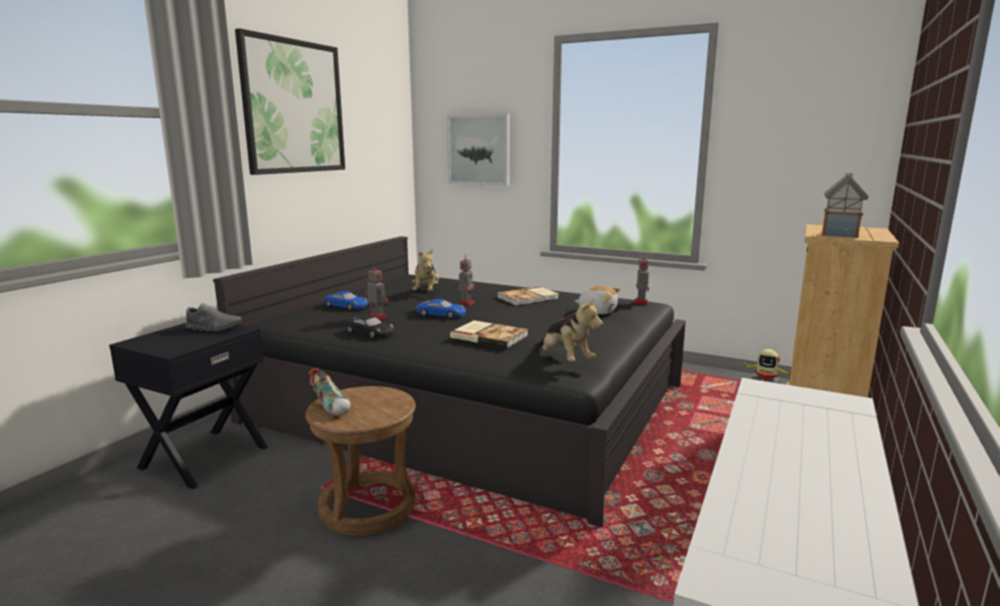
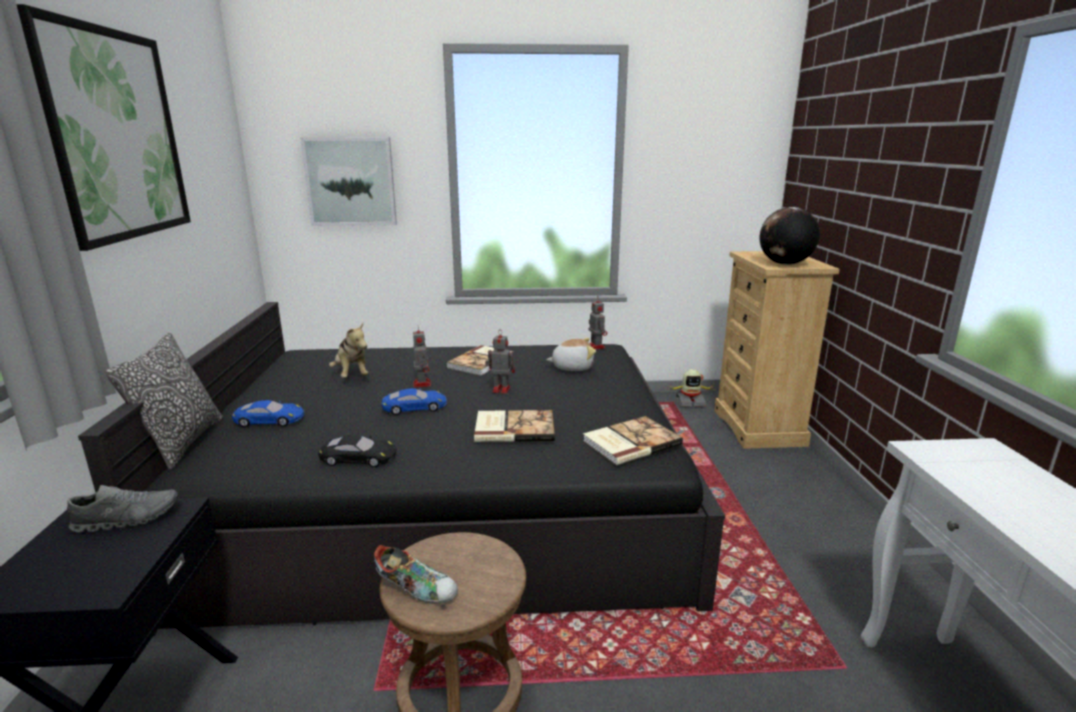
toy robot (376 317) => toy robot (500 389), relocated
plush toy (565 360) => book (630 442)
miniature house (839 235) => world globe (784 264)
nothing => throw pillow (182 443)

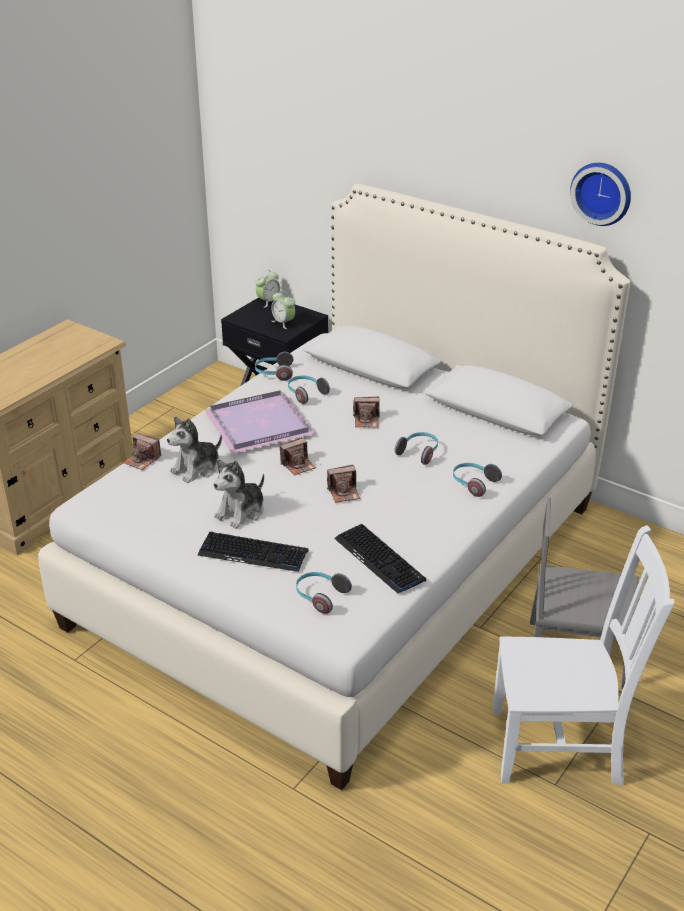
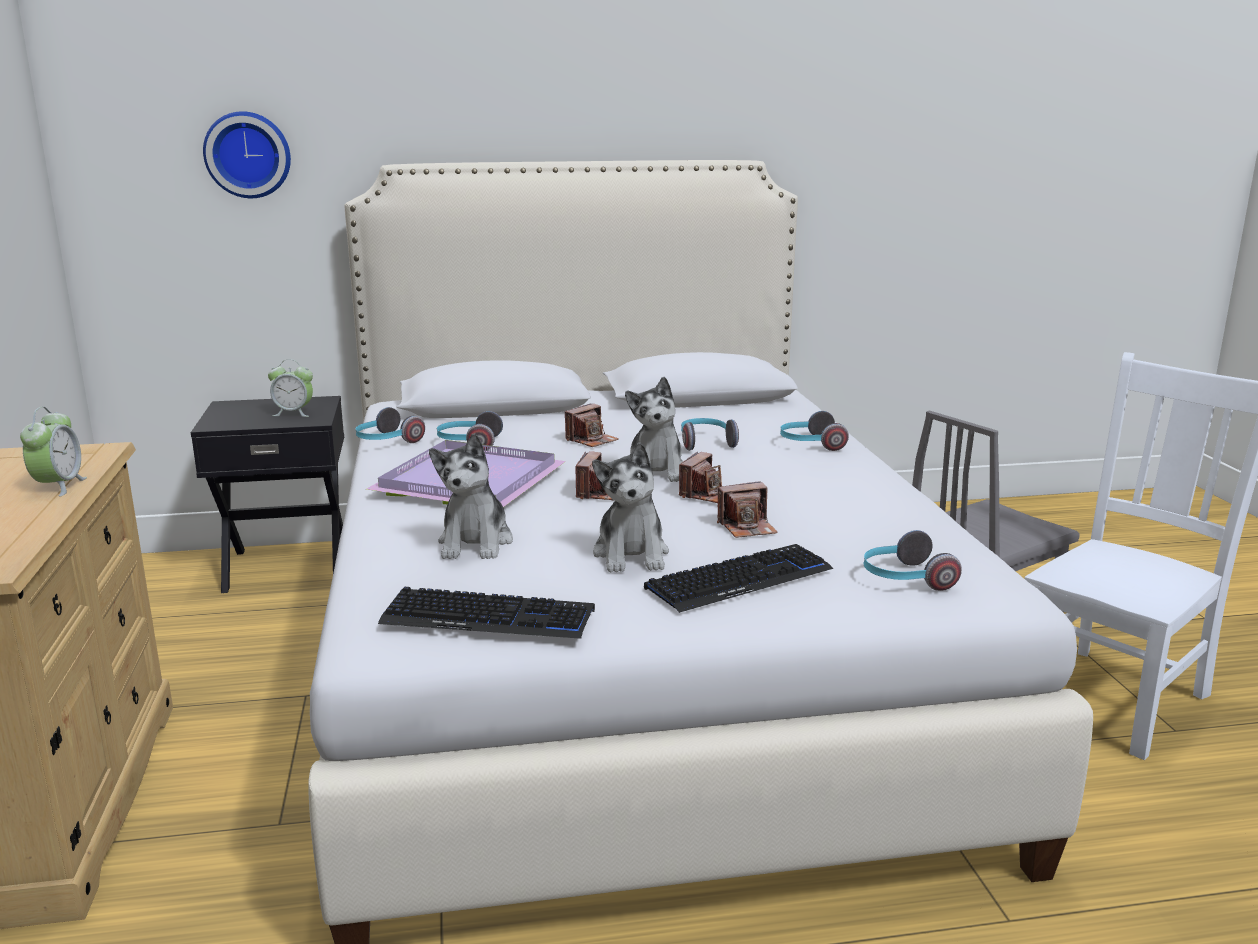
still camera (142 460) => still camera (747 527), relocated
alarm clock (268 302) => alarm clock (58 486), relocated
PC keyboard (379 559) => PC keyboard (488 617), relocated
wall clock (602 192) => wall clock (248 155), relocated
nothing => plush toy (656 471)

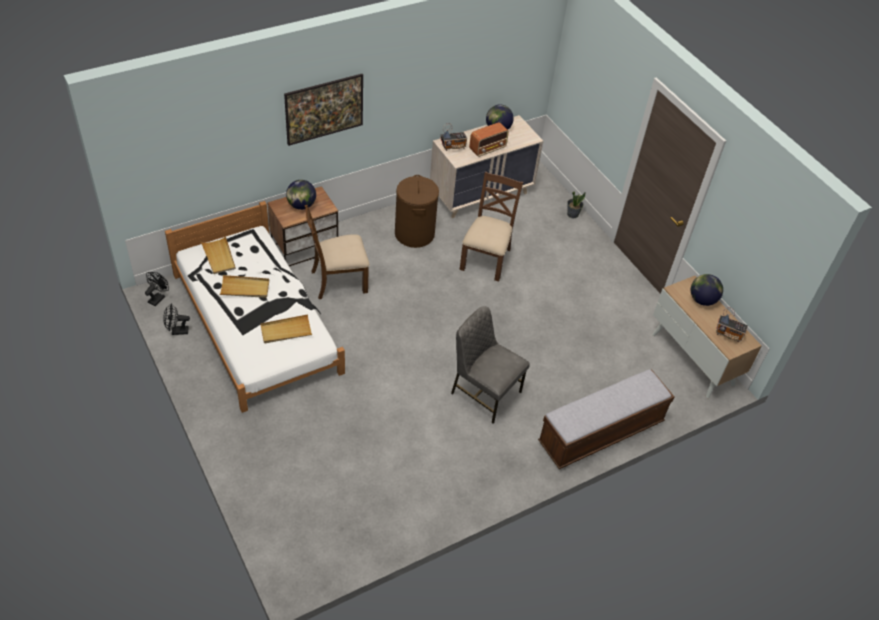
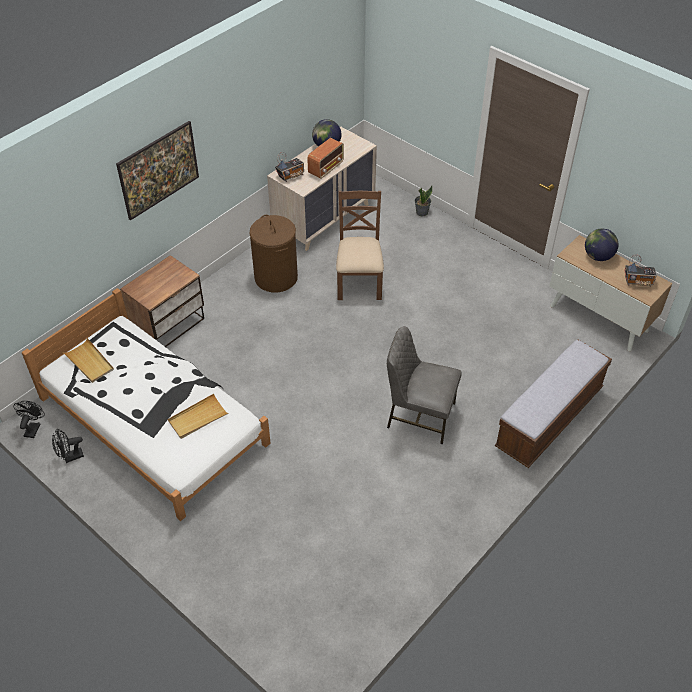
beige serving tray (245 288) => nothing
world globe (301 205) => nothing
brown upright chair (338 281) => nothing

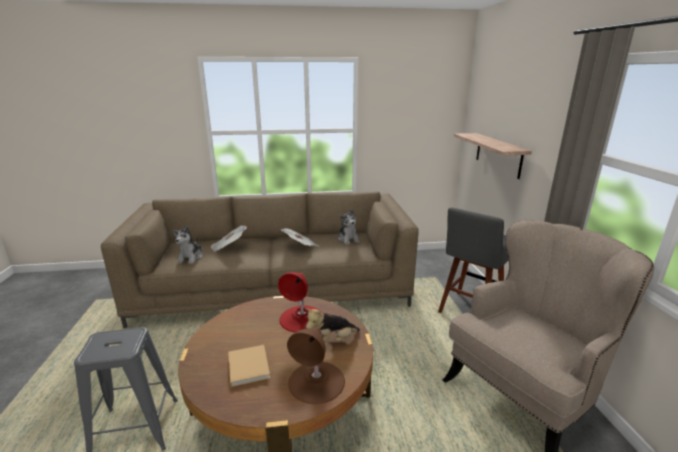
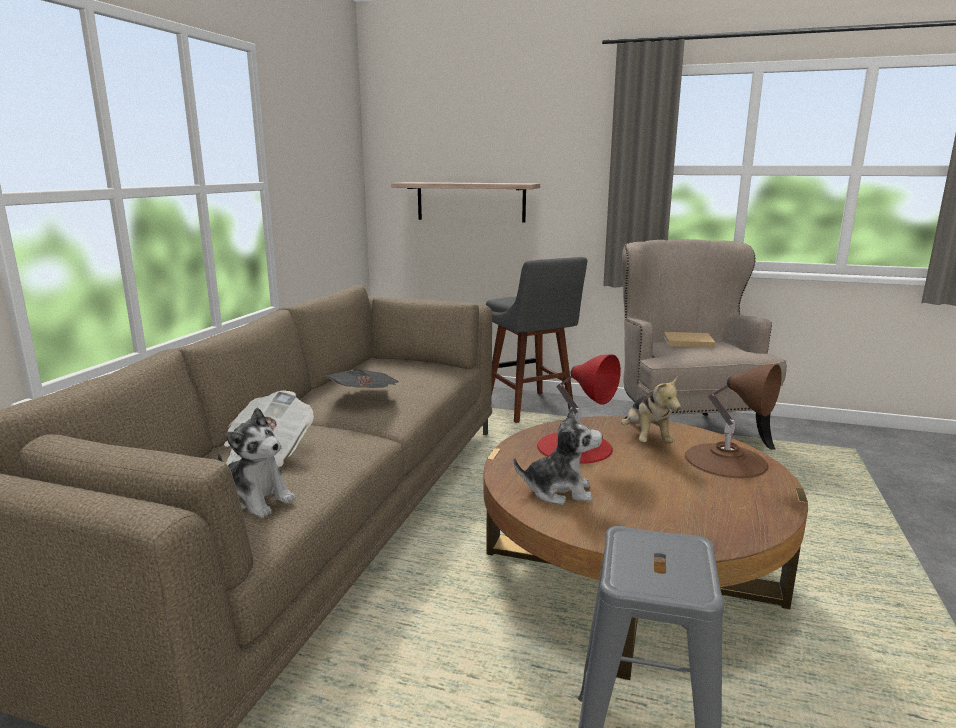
beige book (248 365) => beige book (686 342), relocated
plush toy (348 239) => plush toy (559 491), relocated

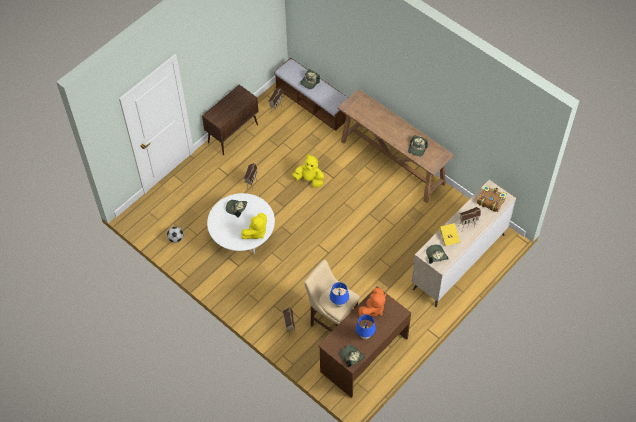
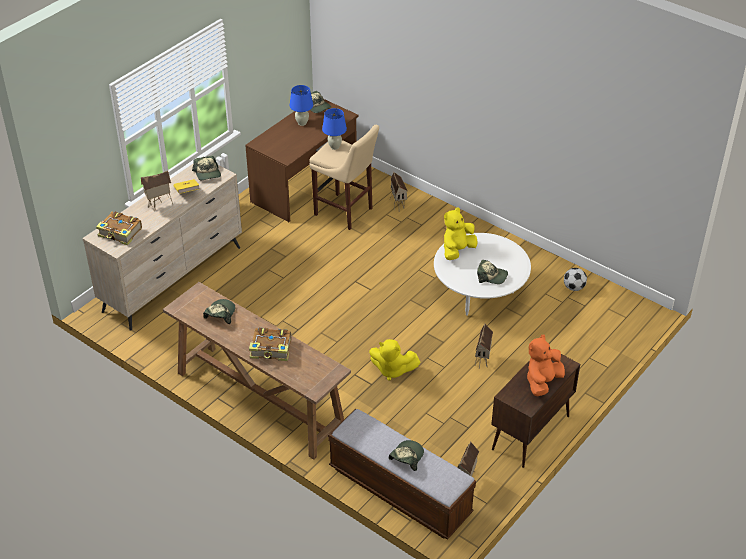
orange-coloured plush toy (373 309) => orange-coloured plush toy (542 382), relocated
nothing => book (271 349)

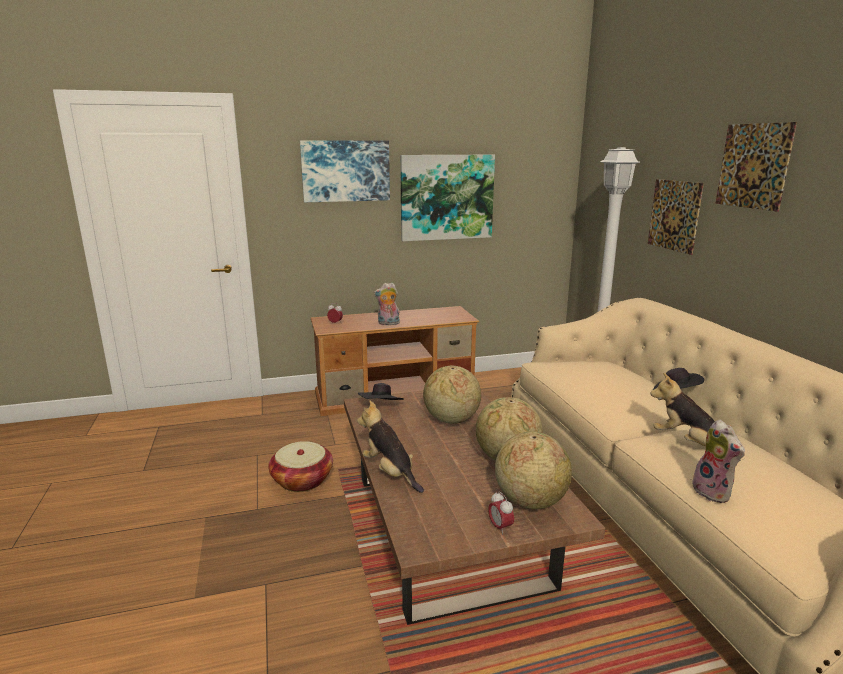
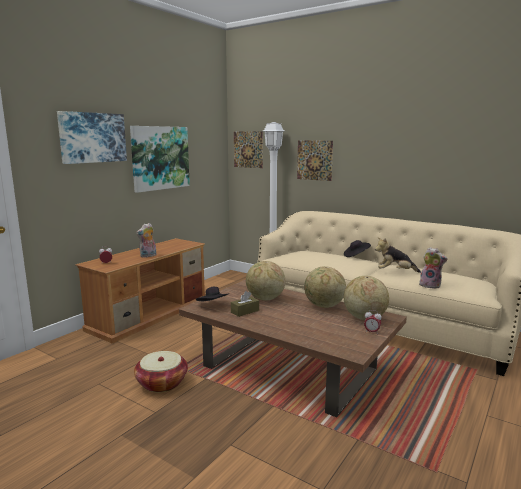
plush toy (390 472) => nothing
wall art (753 166) => wall art (248 149), relocated
nothing => brown box of tissues (245 311)

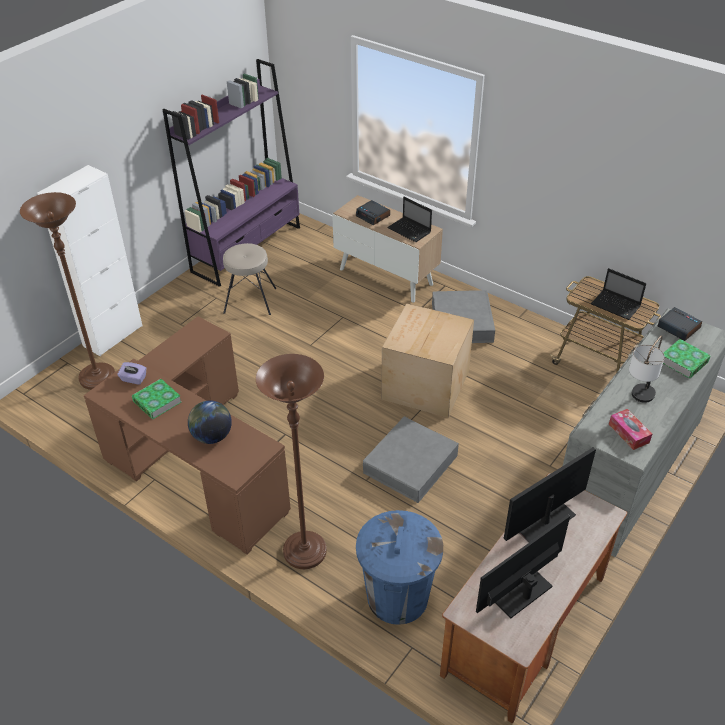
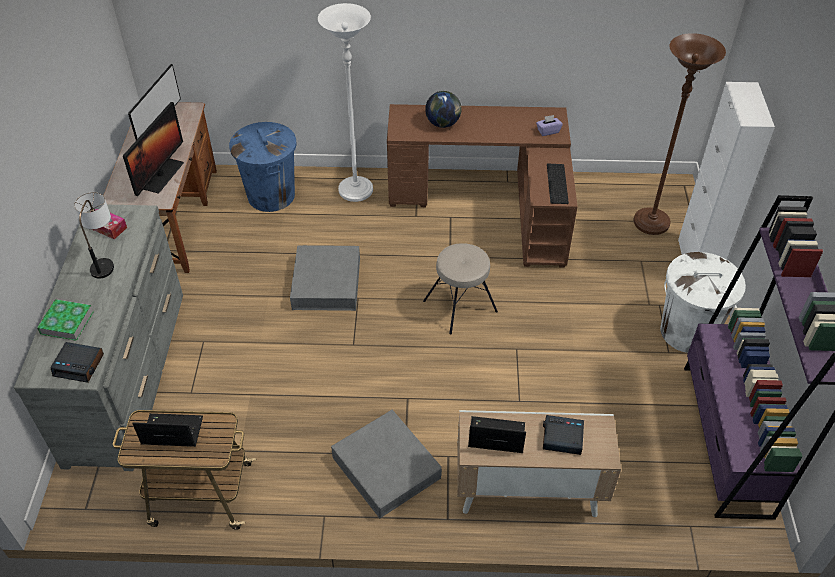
book (157 402) => nothing
beige stool seat (250 300) => beige stool seat (460 306), relocated
brown standard lamp (304 552) => whitish standard lamp (356 191)
packing box (424 385) => nothing
nothing => PC keyboard (556 183)
nothing => whitish trash can (687 332)

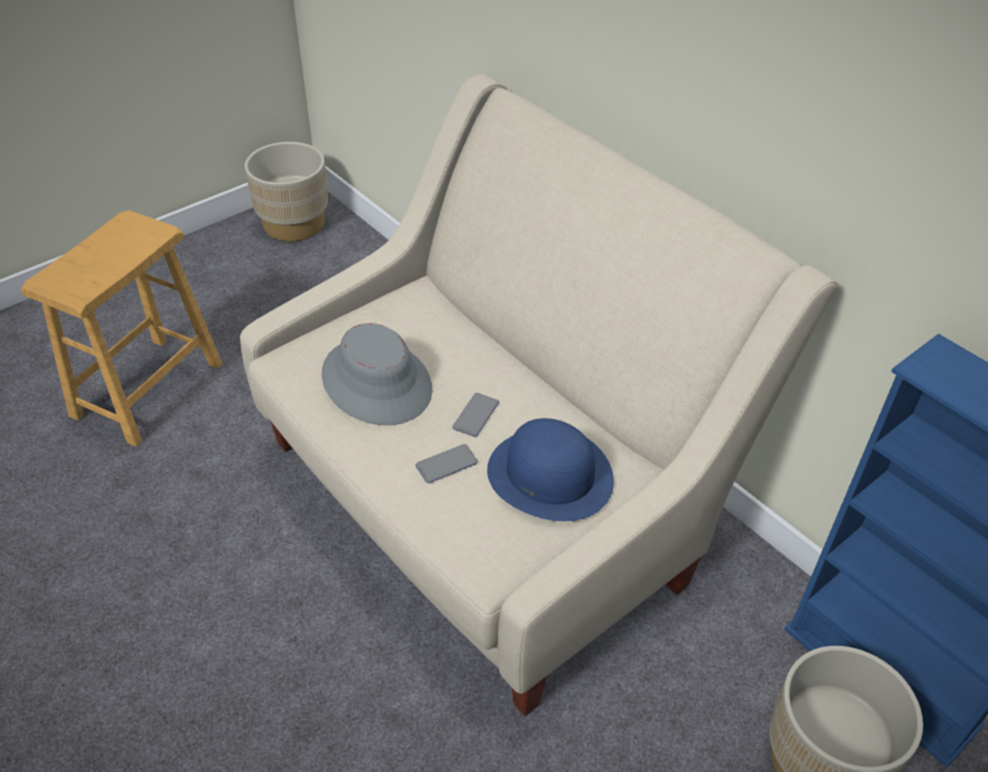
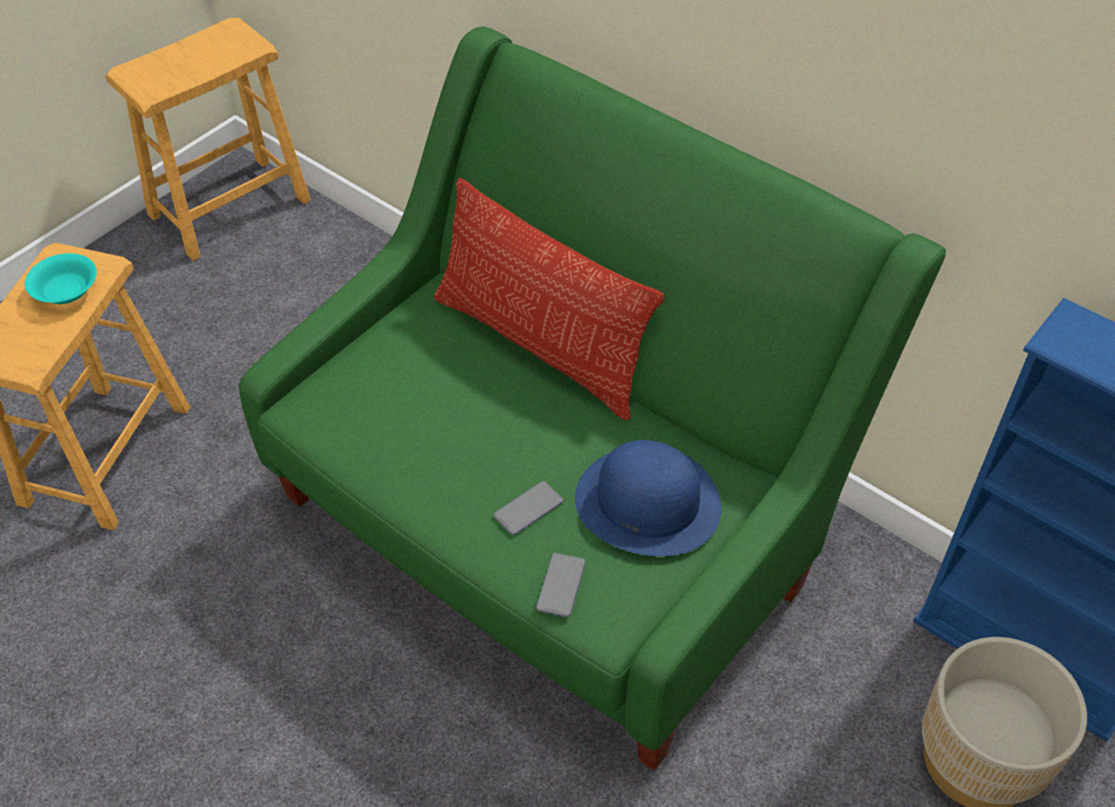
beige settee (493 496) => green-coloured settee (558 521)
beige flower pot (294 224) => brown stool seat (229 207)
greyish wearable hat (377 382) => nothing
telephone (475 415) => telephone (561 585), relocated
nothing => blue-green bowl (67 290)
nothing => throw pillow (540 346)

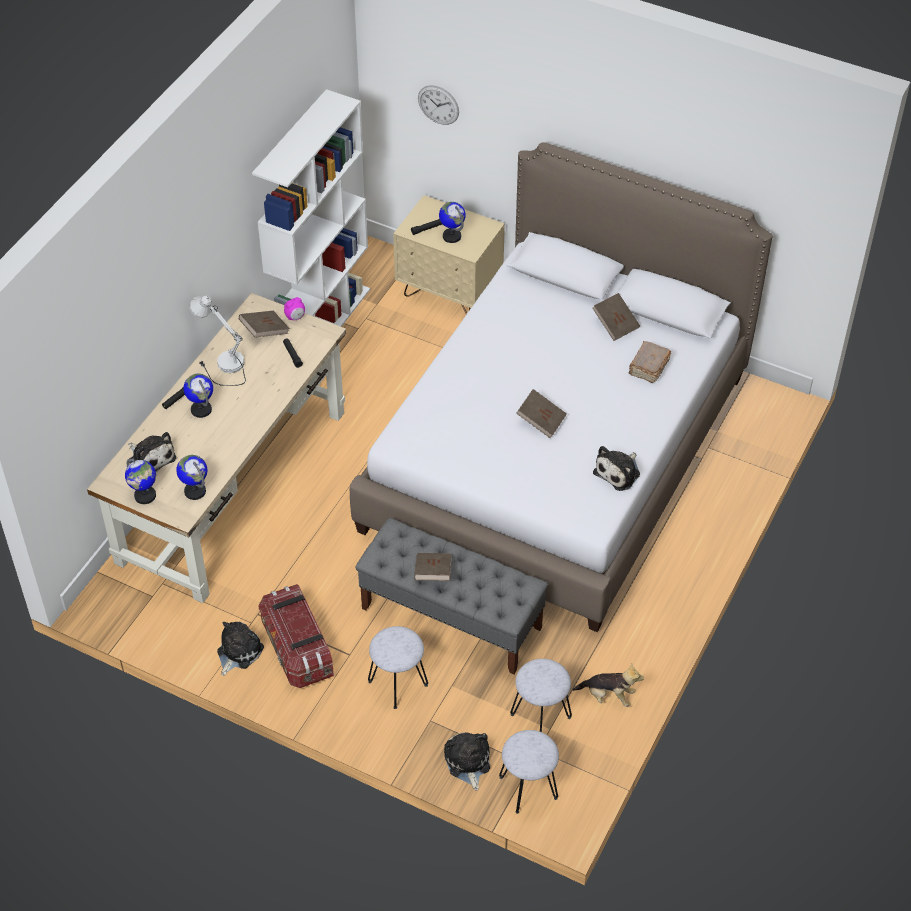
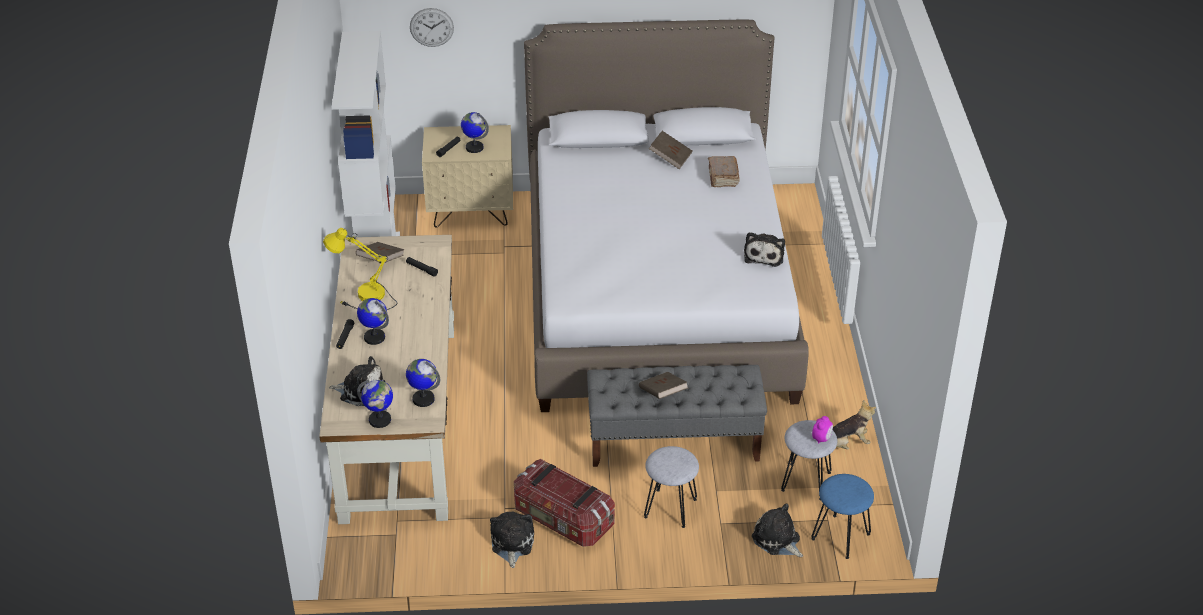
whitish table lamp (222 366) => yellow-coloured table lamp (364 299)
alarm clock (295 317) => alarm clock (821 438), relocated
greyish stool seat (527 787) => bluish stool seat (840 536)
brown book (541 420) => nothing

